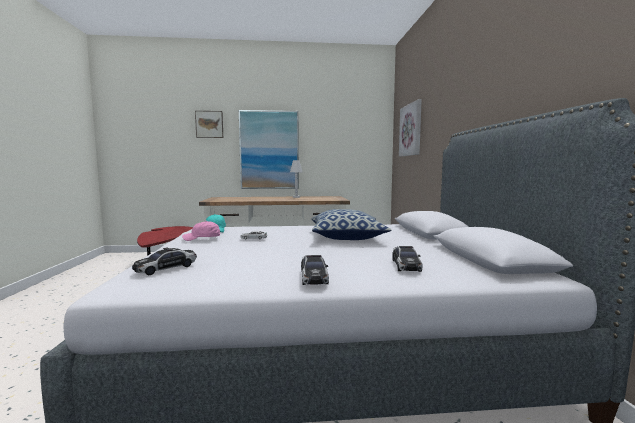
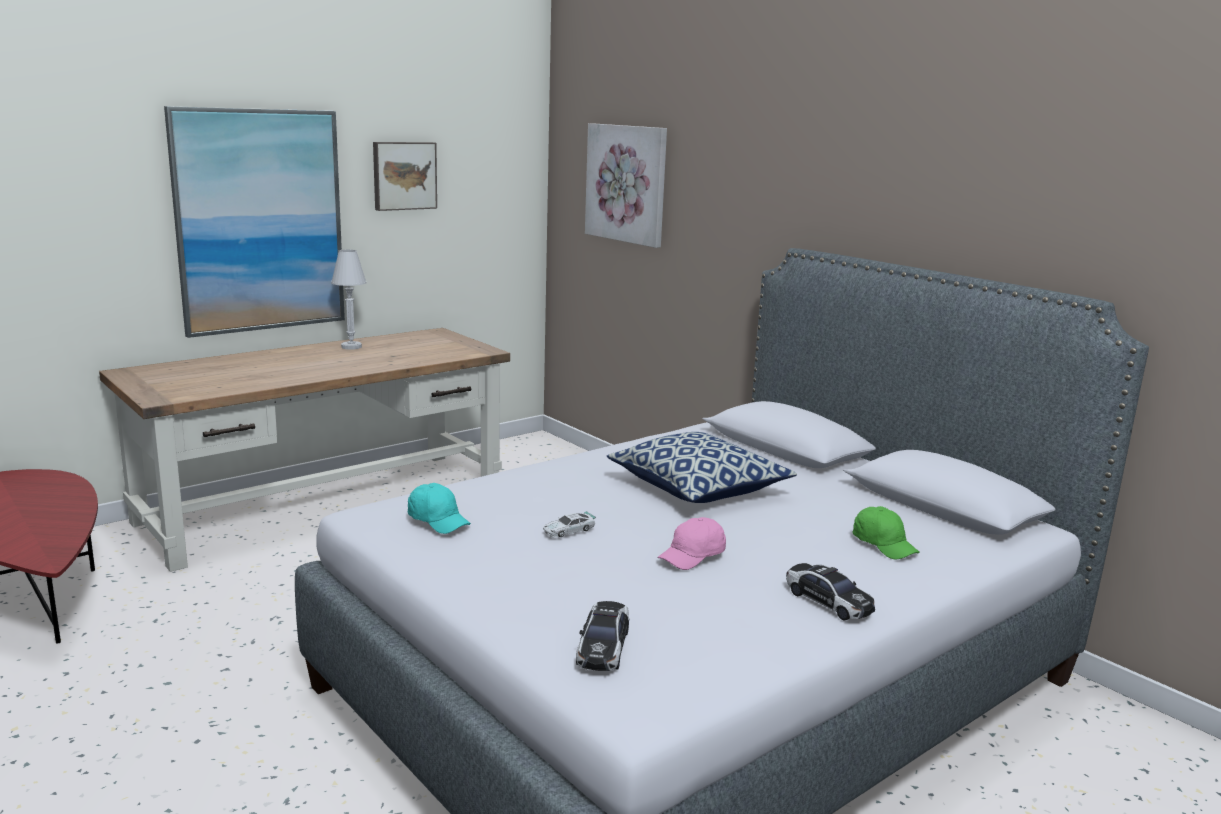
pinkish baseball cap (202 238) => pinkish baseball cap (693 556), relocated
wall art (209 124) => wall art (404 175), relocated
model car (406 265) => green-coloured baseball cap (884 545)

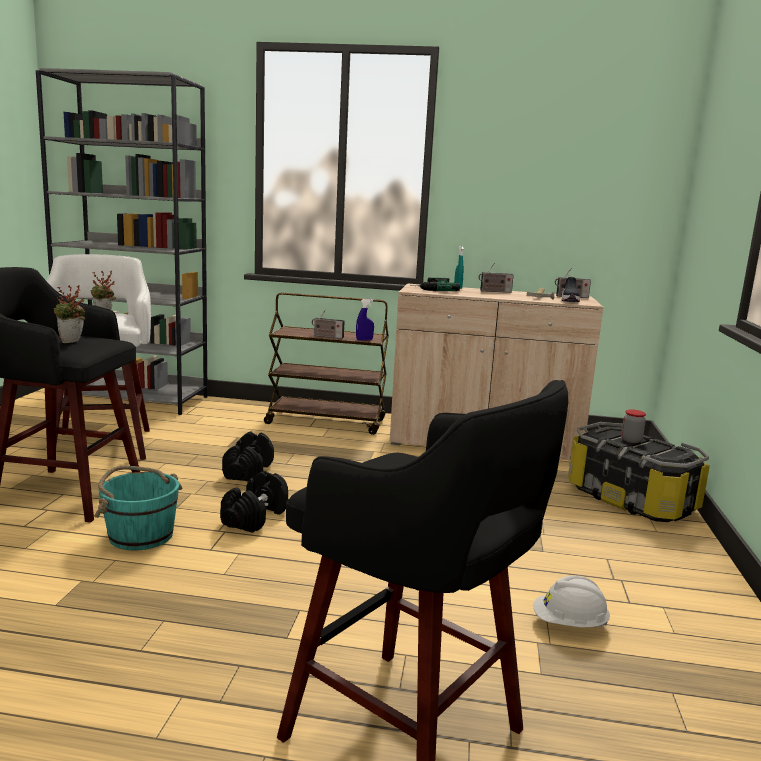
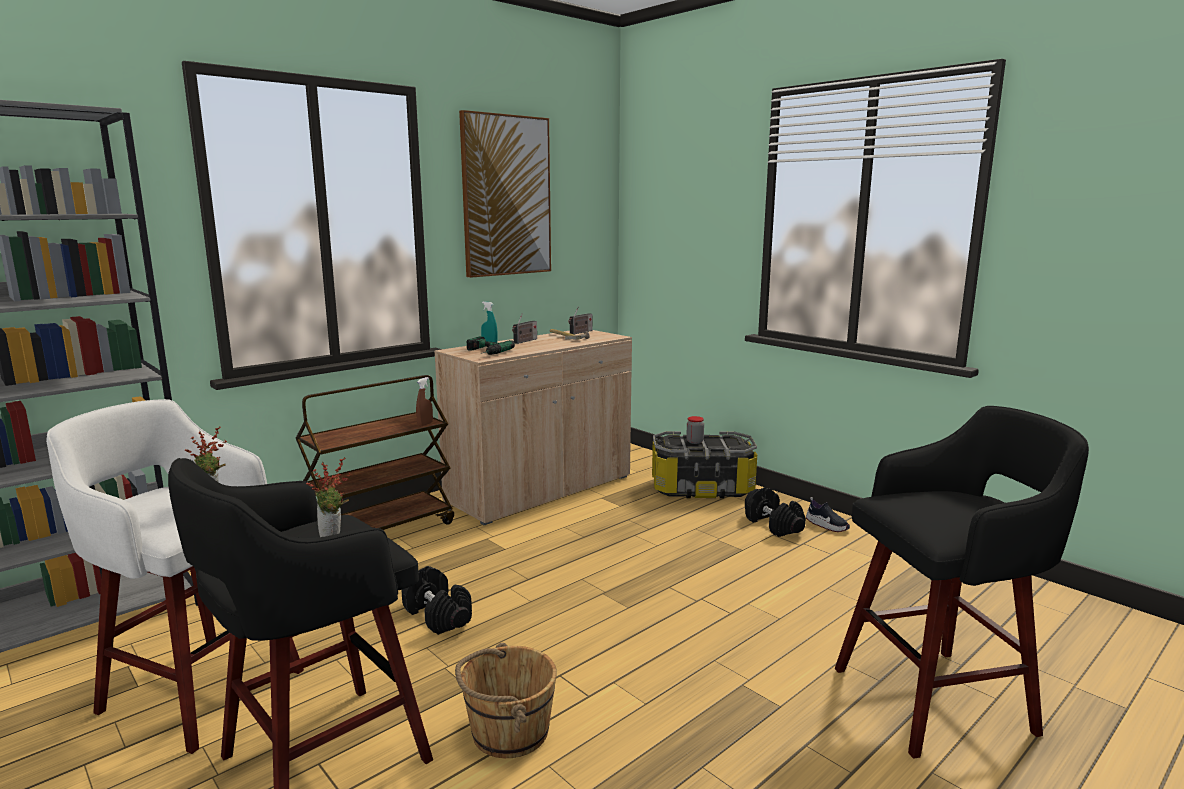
blue-green bucket (140 535) => brown bucket (508 731)
black-coloured hand weight (255 517) => black-coloured hand weight (773 525), relocated
radio receiver (327 336) => nothing
bluish hand sprayer (364 340) => brown hand sprayer (425 424)
whitish safety helmet (569 624) => nothing
item of footwear (569 300) => item of footwear (827 525), relocated
nothing => wall art (506 196)

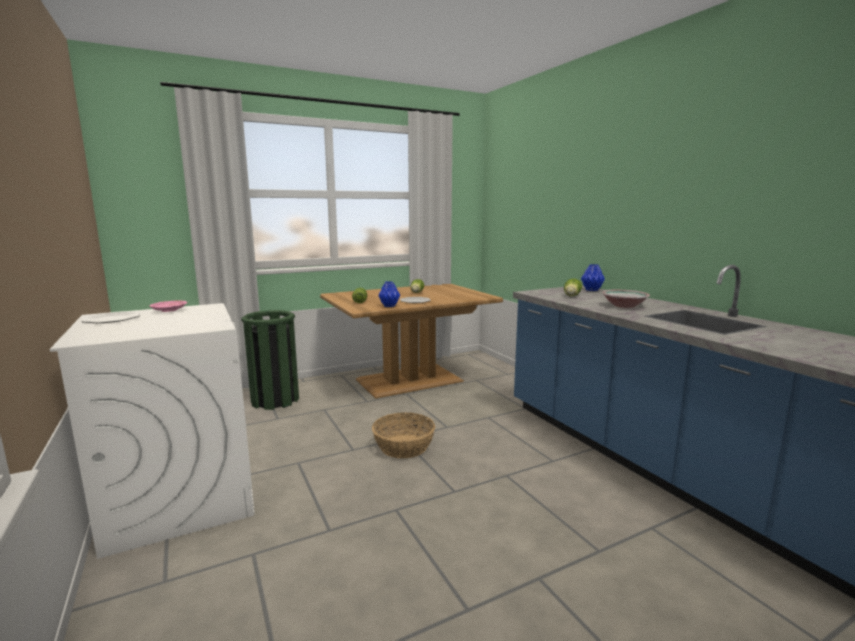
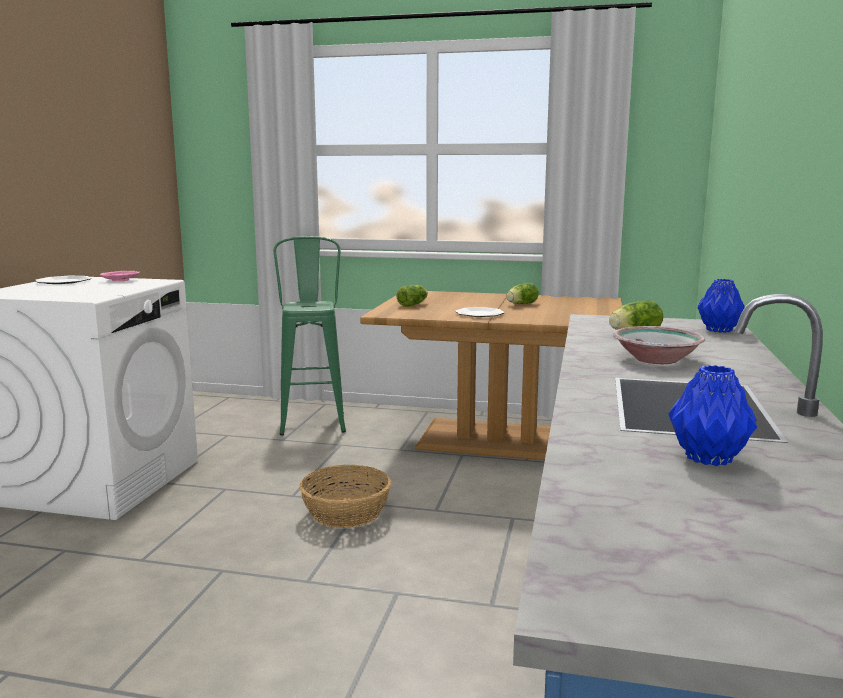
green-coloured trash can (275 400) => green-coloured stool seat (313 420)
bluish vase (389 306) => bluish vase (709 459), relocated

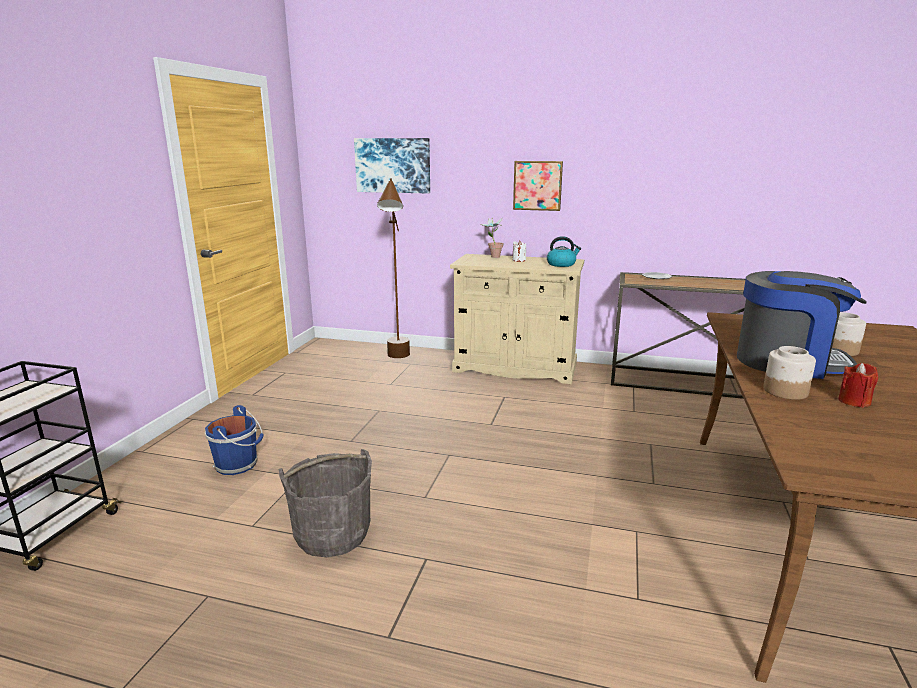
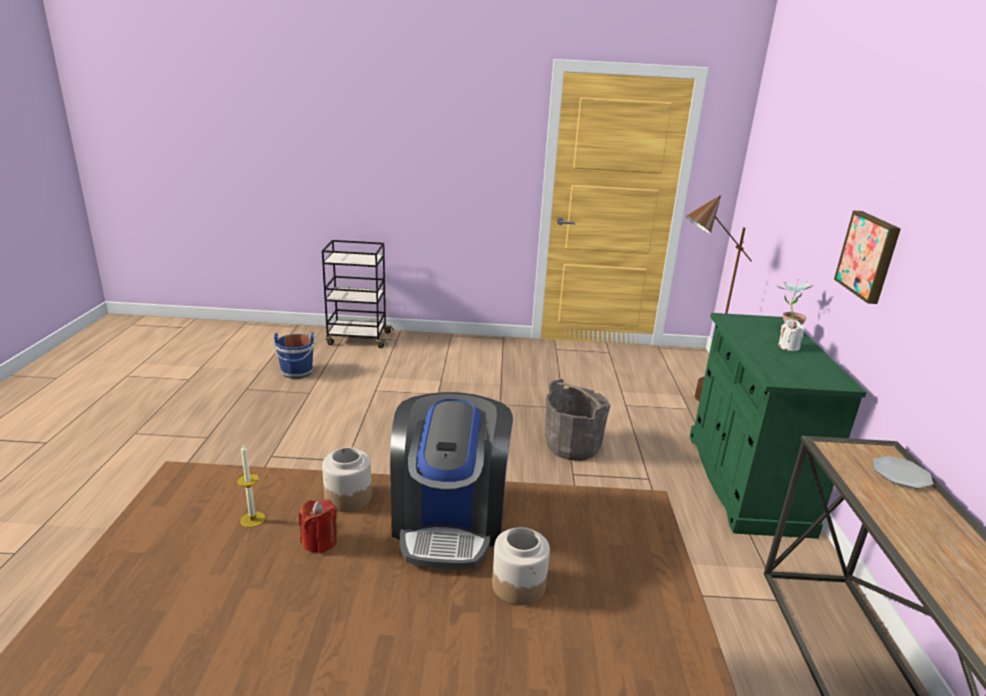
bluish bucket (238 464) => bluish bucket (297 372), relocated
greyish bucket (332 534) => greyish bucket (572 446), relocated
wall art (393 165) => nothing
beige cabinet (515 368) => green-coloured cabinet (746 482)
water kettle (561 264) => nothing
nothing => candle (252 519)

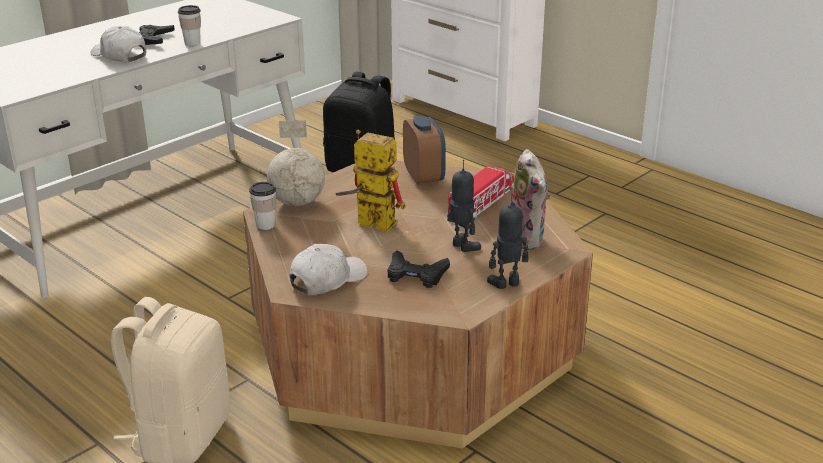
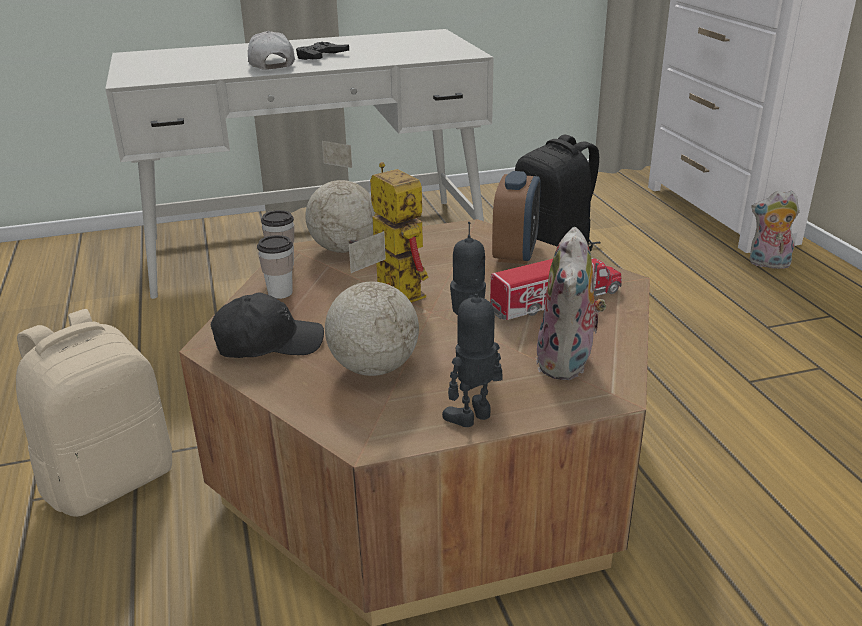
cup (192 43) => cup (280 293), relocated
whitish baseball cap (327 279) => black-coloured baseball cap (268 343)
black-coloured gamepad (416 274) => world globe (373 368)
toy robot (506 284) => toy robot (473 417), 45 degrees counterclockwise
nothing => plush toy (768 264)

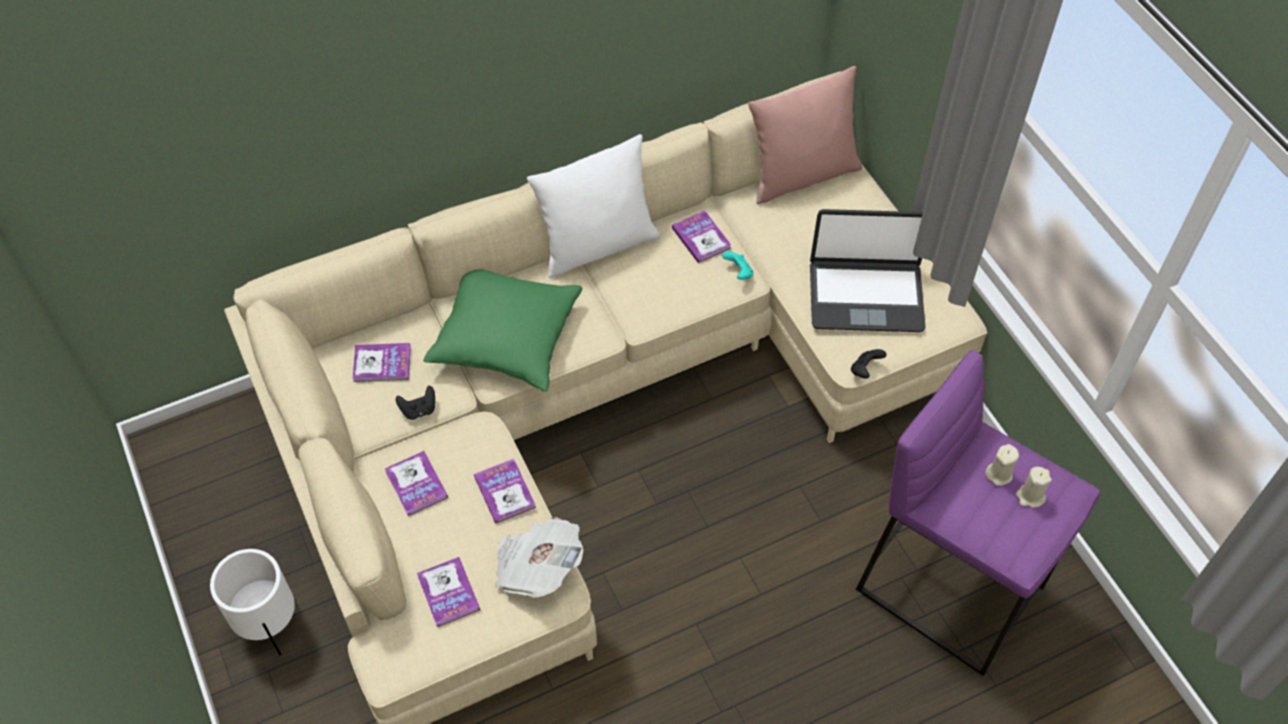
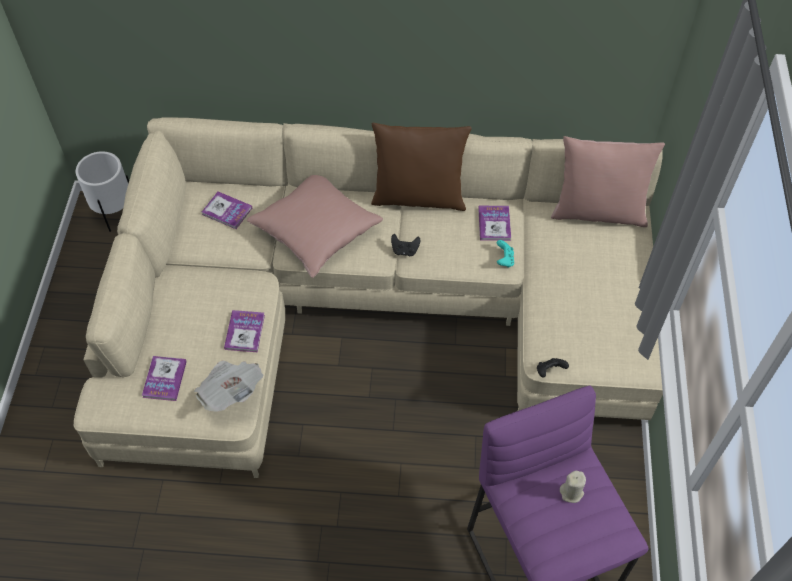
whitish flower pot (271 626) => whitish flower pot (116 214), relocated
book (416 484) => nothing
black-coloured gamepad (419 410) => black-coloured gamepad (405 250), relocated
green-coloured throw pillow (506 338) => pinkish throw pillow (316 231)
whitish throw pillow (597 245) => brown throw pillow (419 197)
portable computer (865 296) => nothing
beige candle (1030 496) => nothing

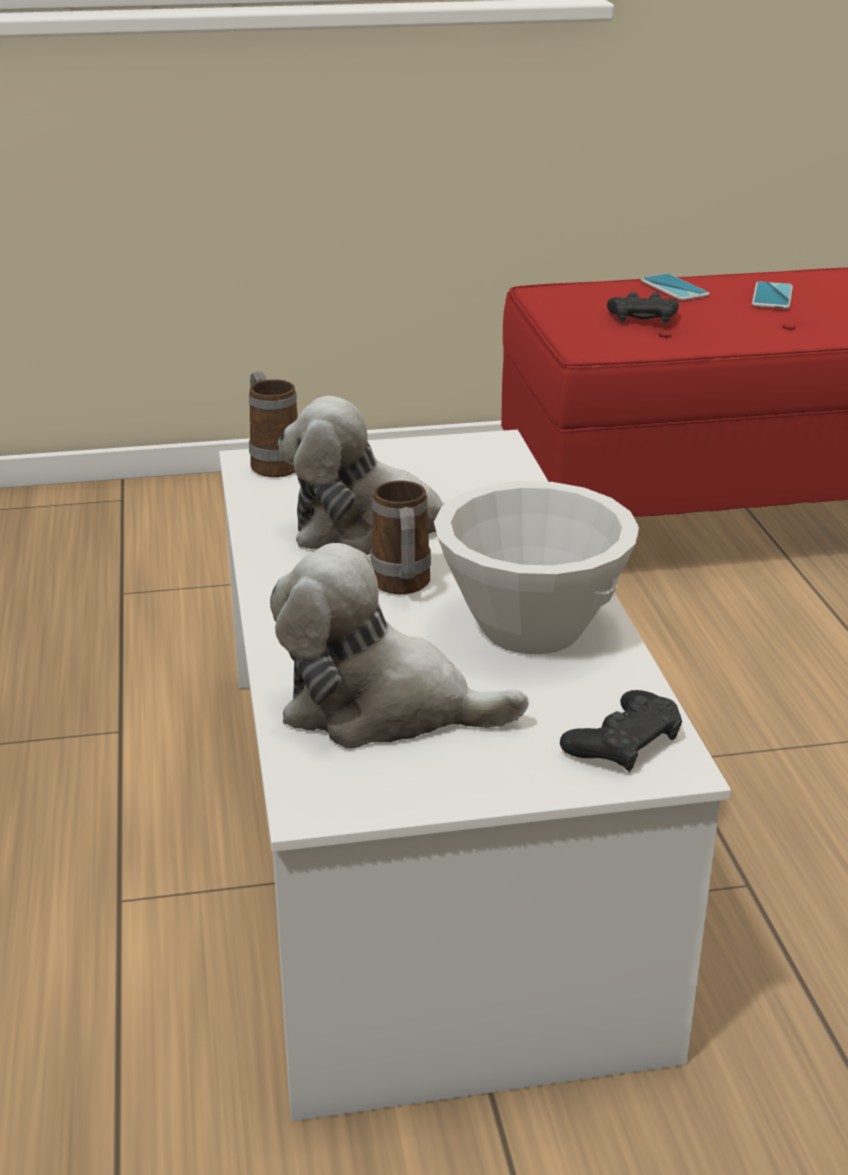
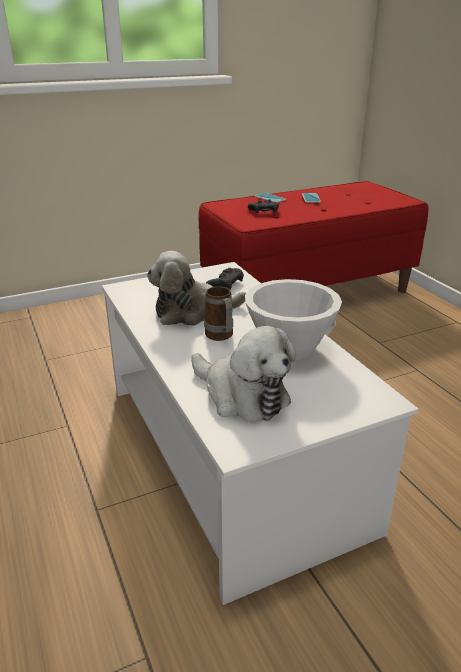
mug (272 463) => nothing
plush toy (381 708) => plush toy (242 395), 135 degrees counterclockwise
black-coloured gamepad (623 742) => black-coloured gamepad (225 284), relocated

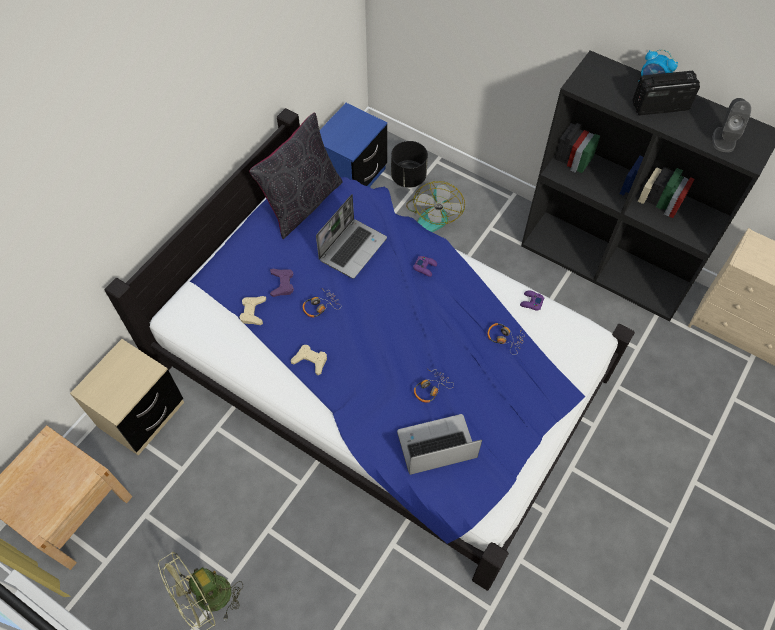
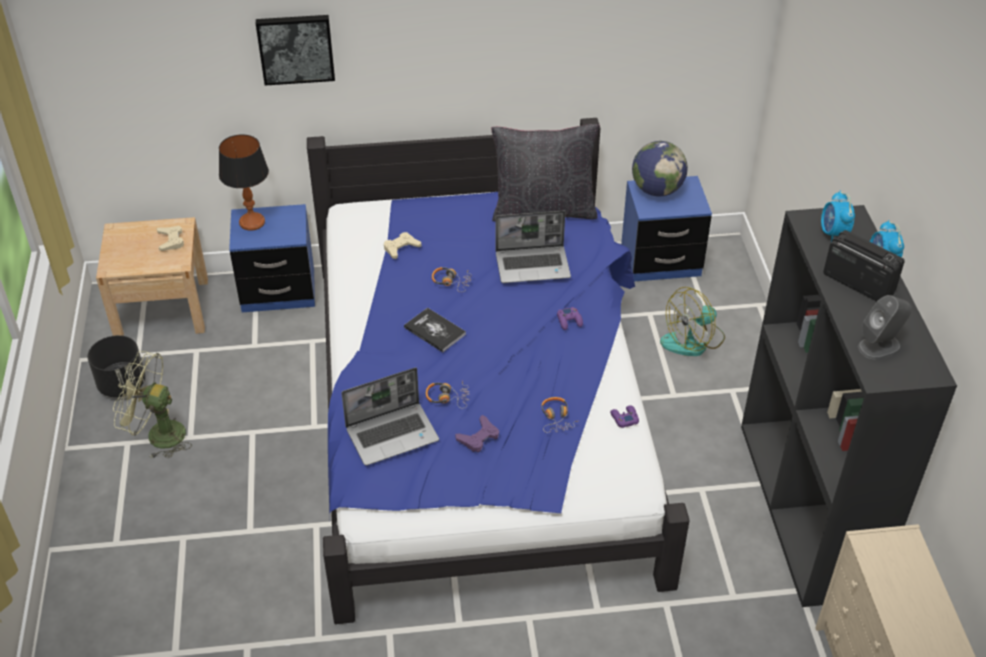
beige bedside table (142 415) => bluish bedside table (278 291)
purple-coloured gamepad (282 284) => purple-coloured gamepad (479 437), relocated
beige gamepad (310 361) => beige gamepad (171 240), relocated
black-coloured flower pot (408 177) => black-coloured flower pot (122 384), relocated
portable computer (436 446) => portable computer (393 434), 120 degrees clockwise
nothing => table lamp (251 222)
nothing => wall art (296 48)
nothing => book (435 331)
nothing => world globe (657 190)
nothing => alarm clock (833 234)

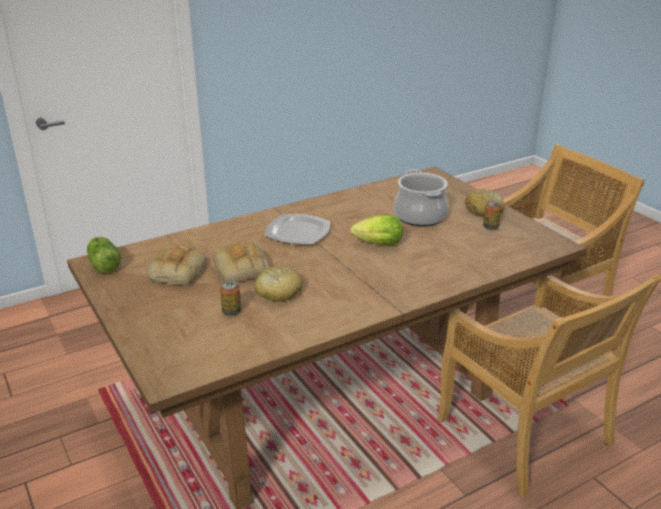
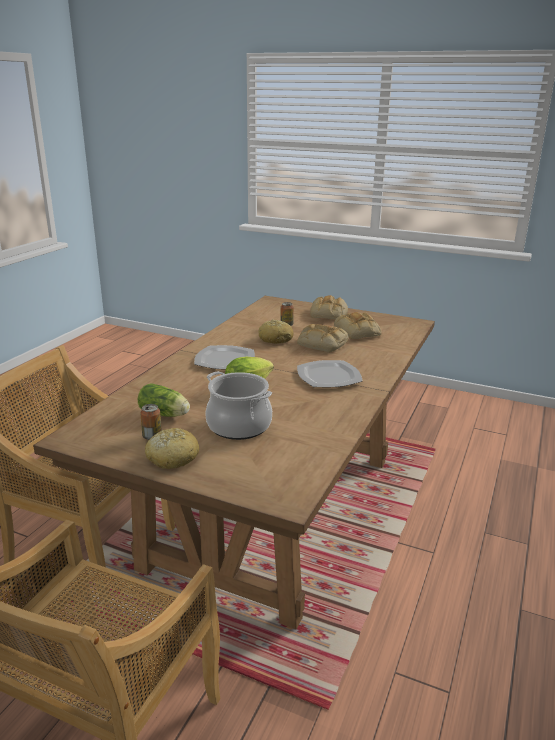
lettuce head (104 264) => lettuce head (165 414), relocated
nothing => plate (224 360)
nothing => bakery bread (329 314)

